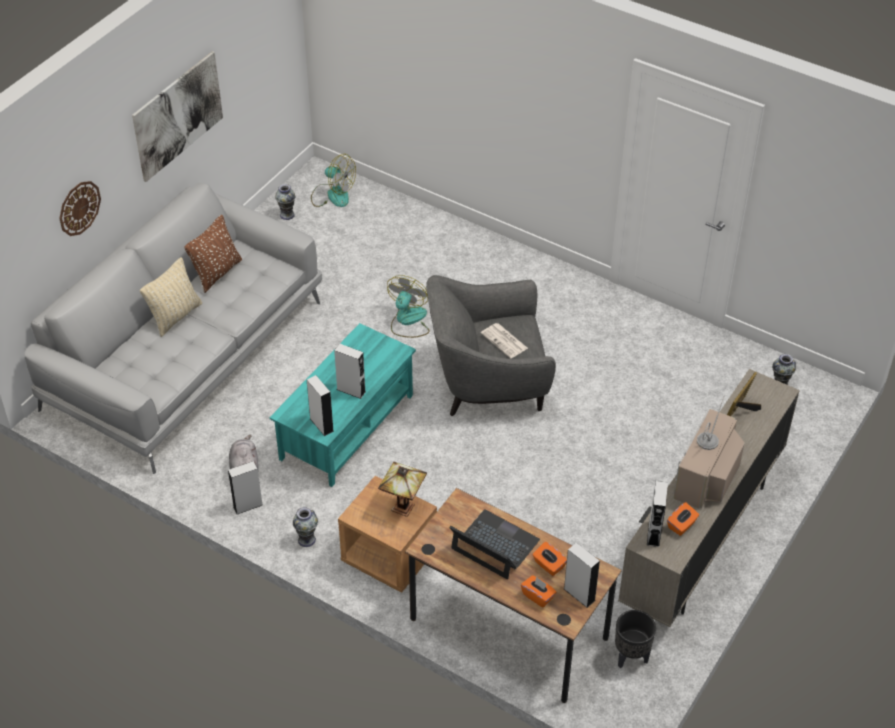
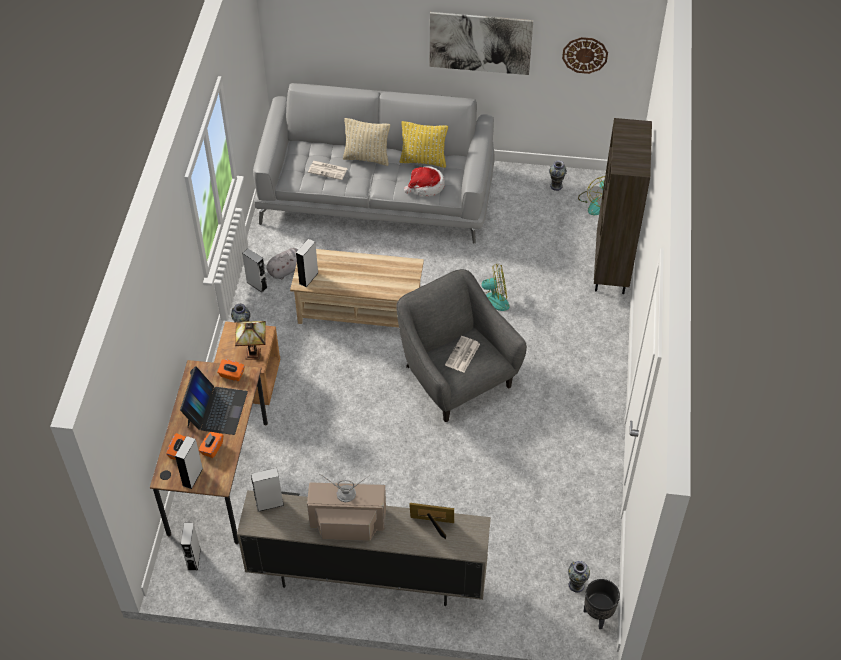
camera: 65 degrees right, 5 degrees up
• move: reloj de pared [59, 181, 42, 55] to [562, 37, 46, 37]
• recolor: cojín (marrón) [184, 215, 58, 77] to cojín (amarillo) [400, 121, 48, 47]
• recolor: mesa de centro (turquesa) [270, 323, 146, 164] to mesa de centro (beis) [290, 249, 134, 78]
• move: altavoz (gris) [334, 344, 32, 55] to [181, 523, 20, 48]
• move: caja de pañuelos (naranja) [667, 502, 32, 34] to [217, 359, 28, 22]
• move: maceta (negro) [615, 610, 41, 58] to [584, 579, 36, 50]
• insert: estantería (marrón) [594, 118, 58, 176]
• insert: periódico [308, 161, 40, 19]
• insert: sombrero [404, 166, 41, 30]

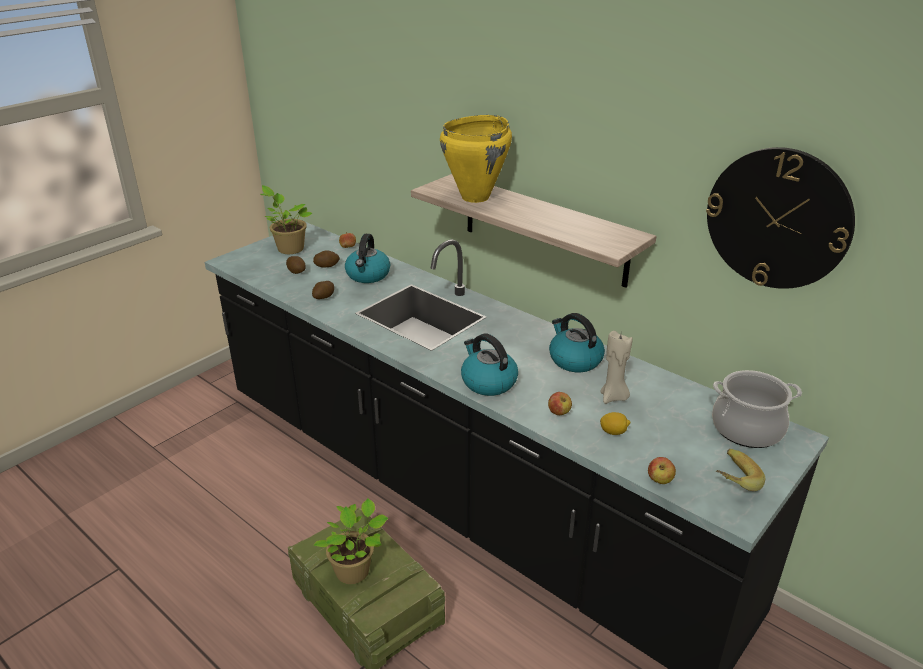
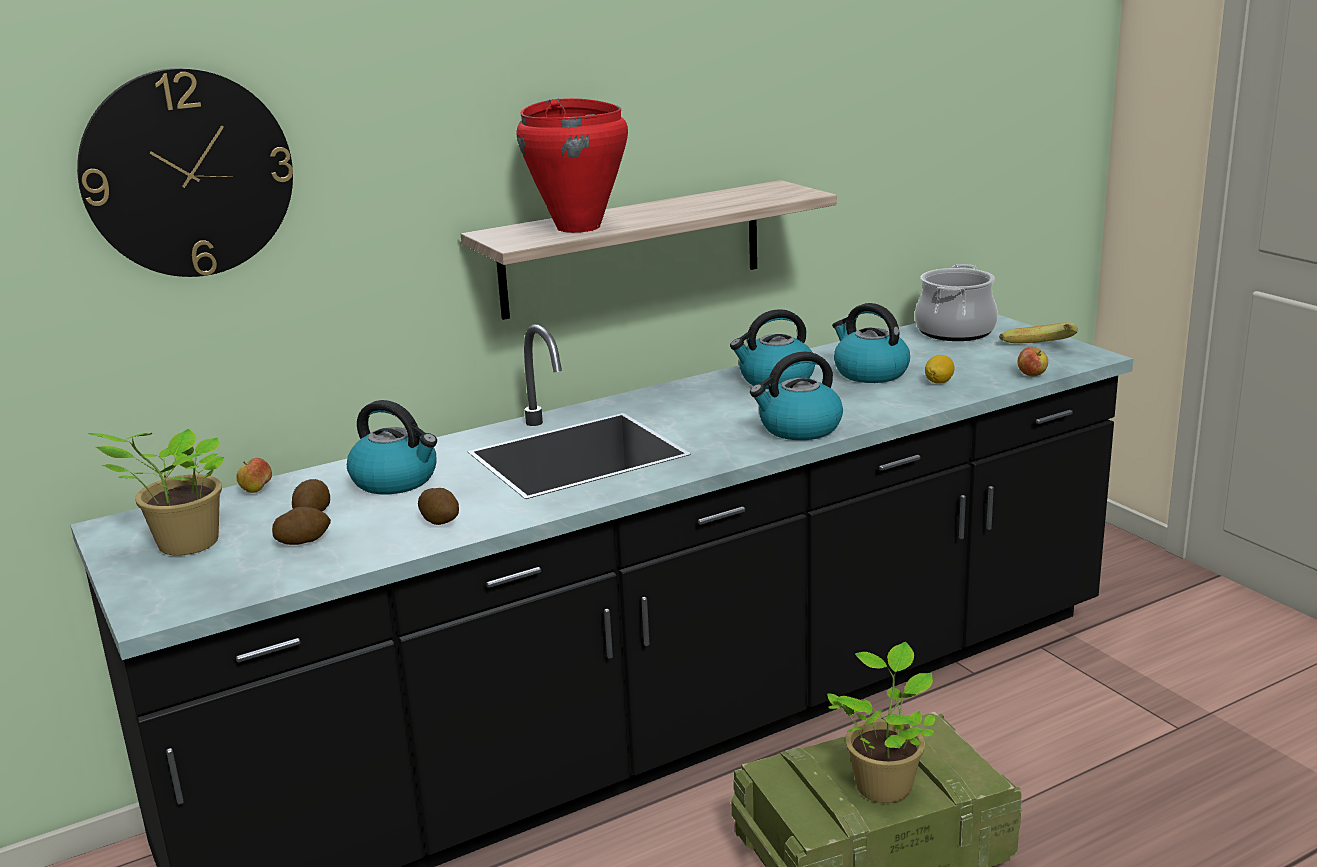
camera: 70 degrees left, 10 degrees down
• recolor: olla (amarillo) [440, 115, 72, 88] to olla (rojo) [516, 98, 112, 135]
• move: reloj de pared [706, 147, 149, 142] to [77, 68, 216, 209]
• replace: vela (beis) [600, 331, 32, 73] to hervidor [832, 303, 78, 80]
• delete: manzana [548, 392, 24, 23]

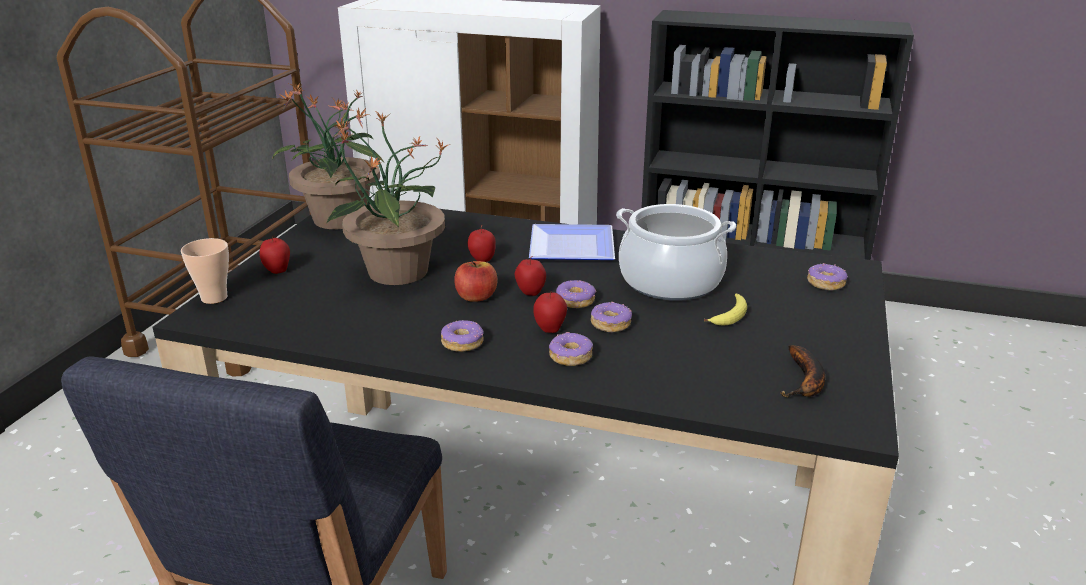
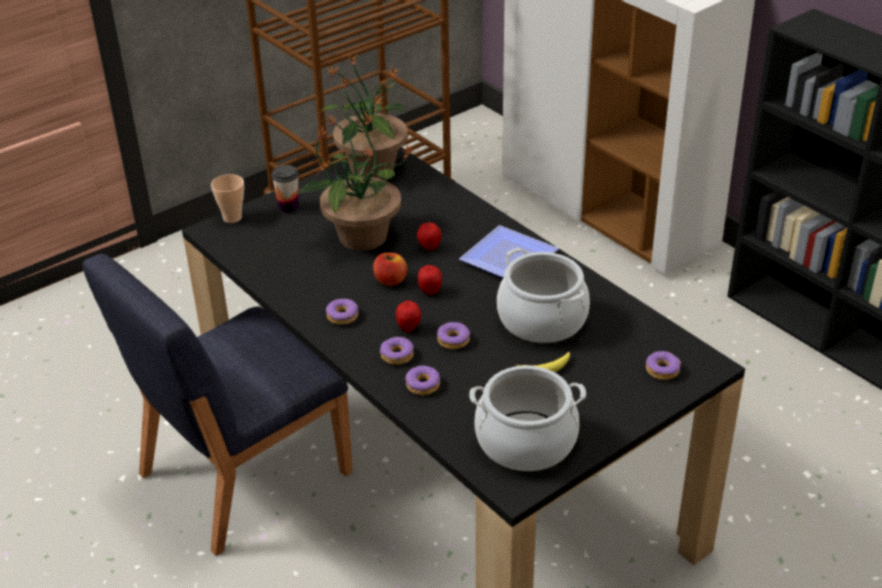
camera: 35 degrees right, 10 degrees up
• replace: manzana [259, 236, 31, 38] to taza [271, 165, 28, 48]
• move: rosquilla [556, 280, 40, 28] to [405, 366, 35, 29]
• replace: plátano [780, 345, 45, 53] to olla [469, 365, 117, 107]

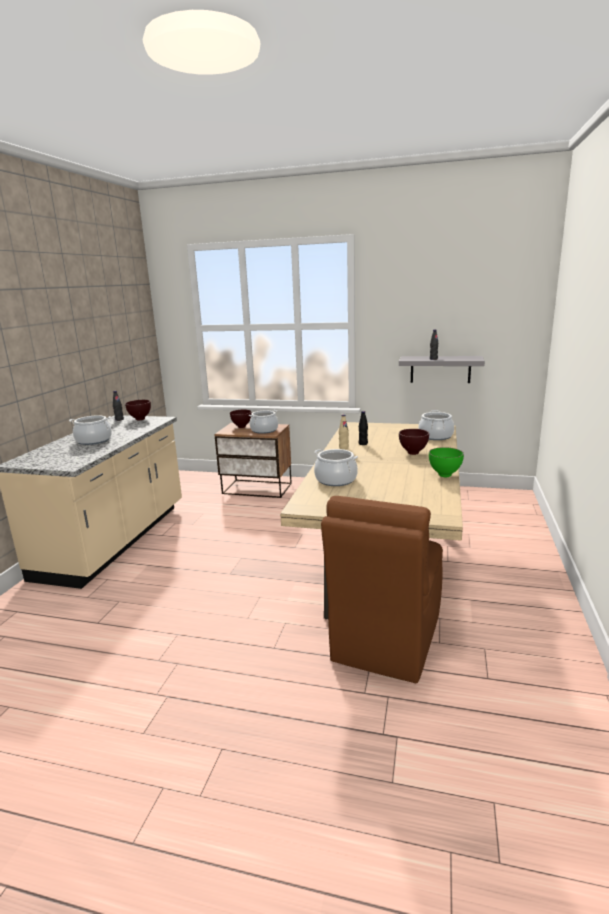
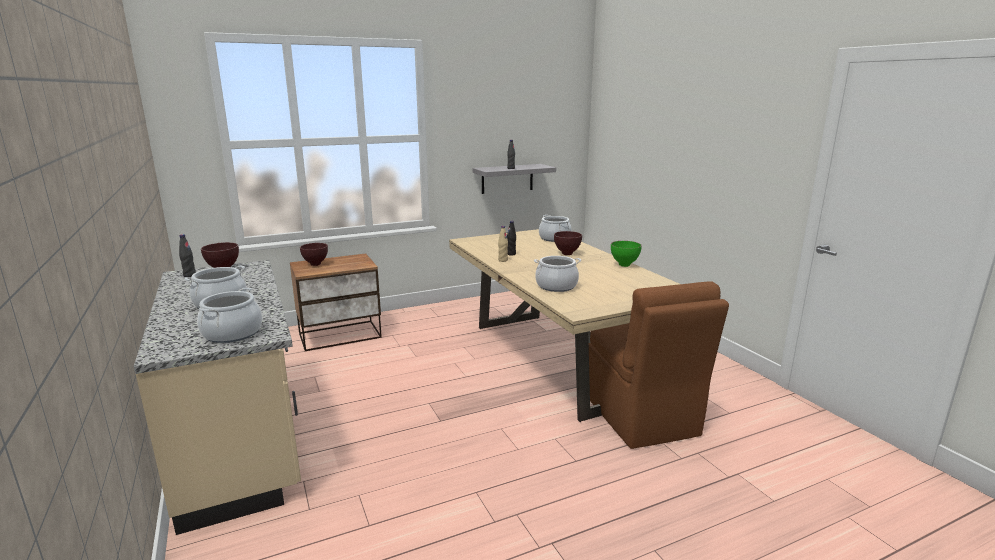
camera: 40 degrees left, 0 degrees up
• move: olla [249, 410, 29, 24] to [197, 288, 65, 55]

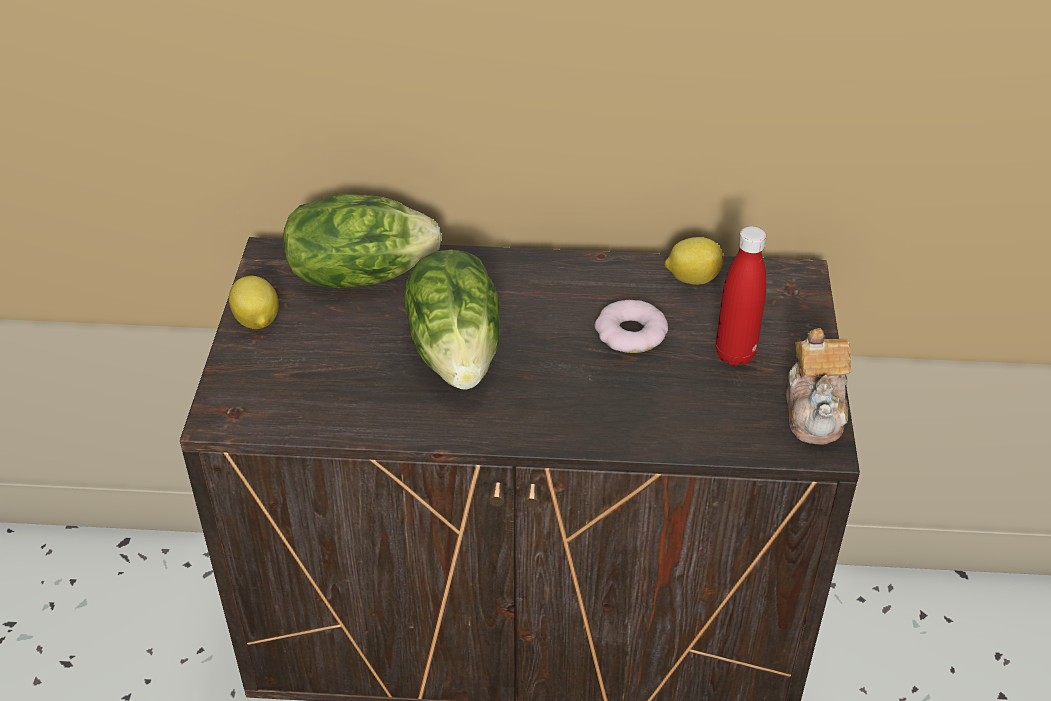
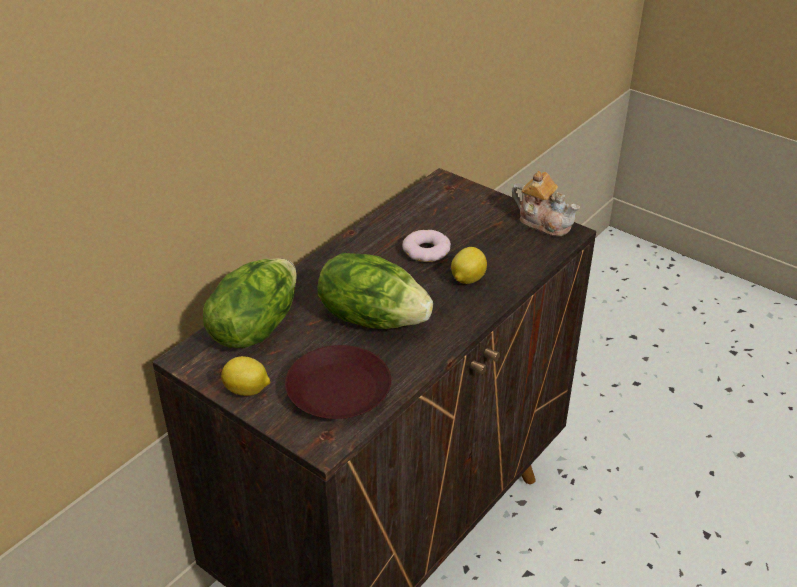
camera: 55 degrees left, 5 degrees down
• delete: botella (rojo) [716, 226, 51, 140]
• move: limón [664, 237, 59, 48] to [451, 247, 36, 37]
• insert: plato (marrón) [285, 345, 106, 74]

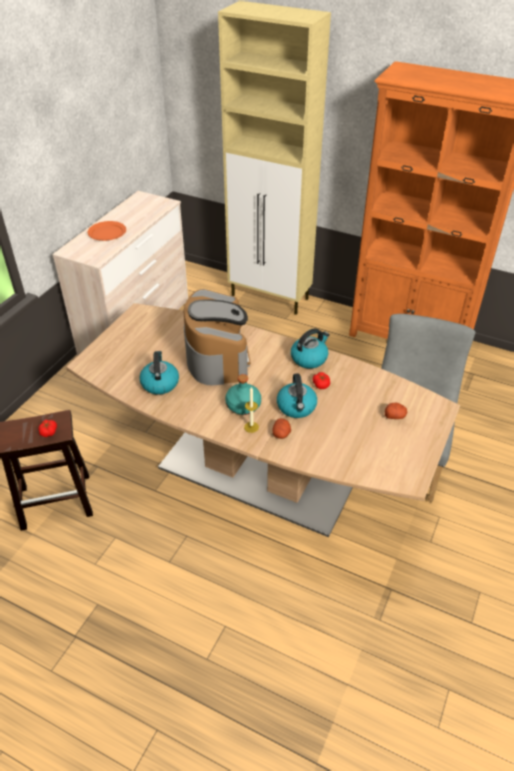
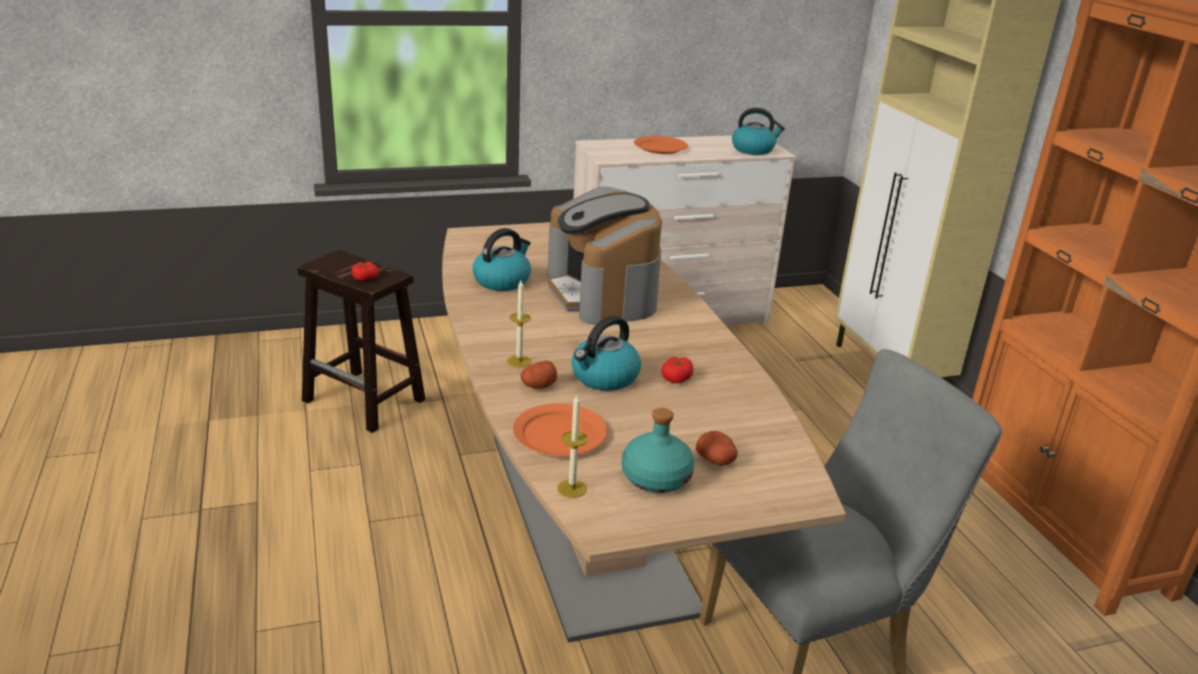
camera: 45 degrees right, 15 degrees down
• rotate: cafetera [183, 289, 68, 96] = [548, 187, 114, 138] 120 degrees clockwise
• move: hervidor [291, 328, 39, 40] to [732, 108, 53, 47]
• move: botella (turquesa) [225, 374, 36, 41] to [622, 408, 73, 85]
• insert: vela [557, 395, 31, 103]
• insert: plato (naranja) [513, 403, 94, 53]

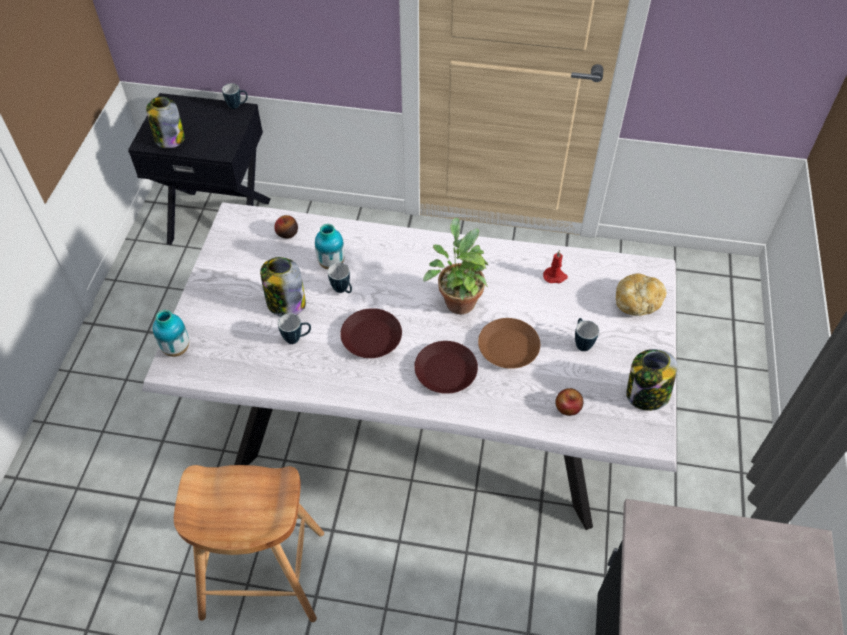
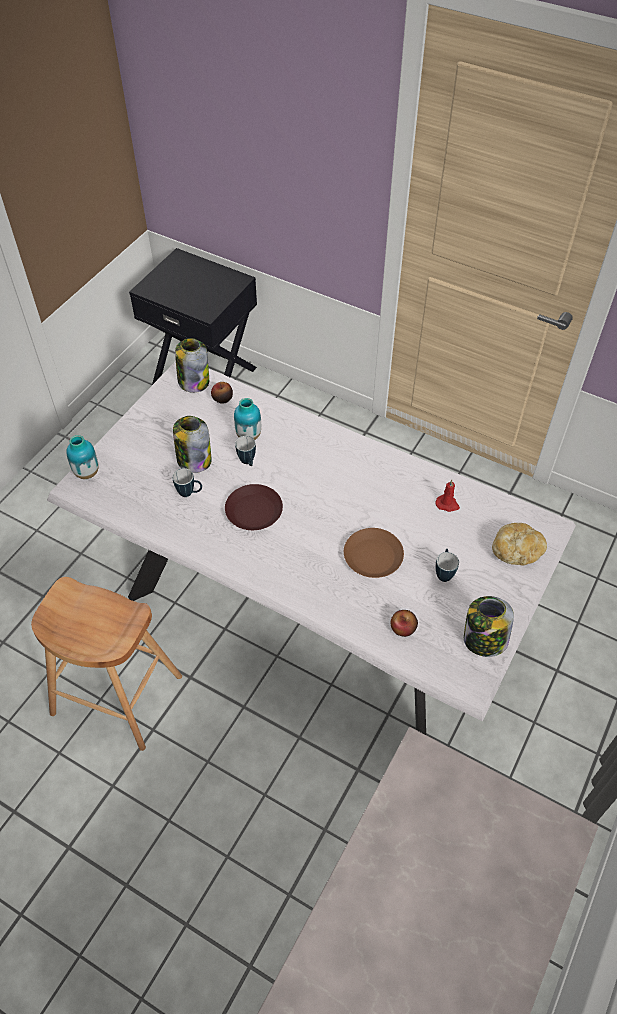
camera: 20 degrees right, 0 degrees up
• delete: taza grande [222, 83, 26, 26]
• move: tarro [146, 97, 39, 51] to [175, 338, 34, 55]
• delete: planta en maceta [423, 218, 65, 96]
• delete: plato (marrón) [414, 341, 64, 53]

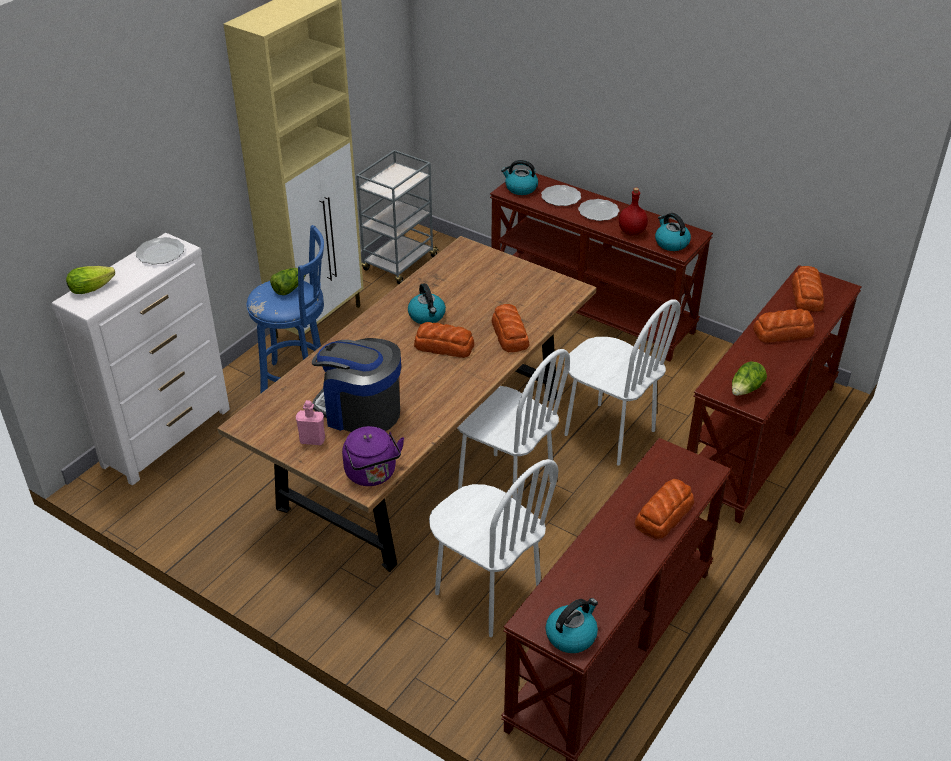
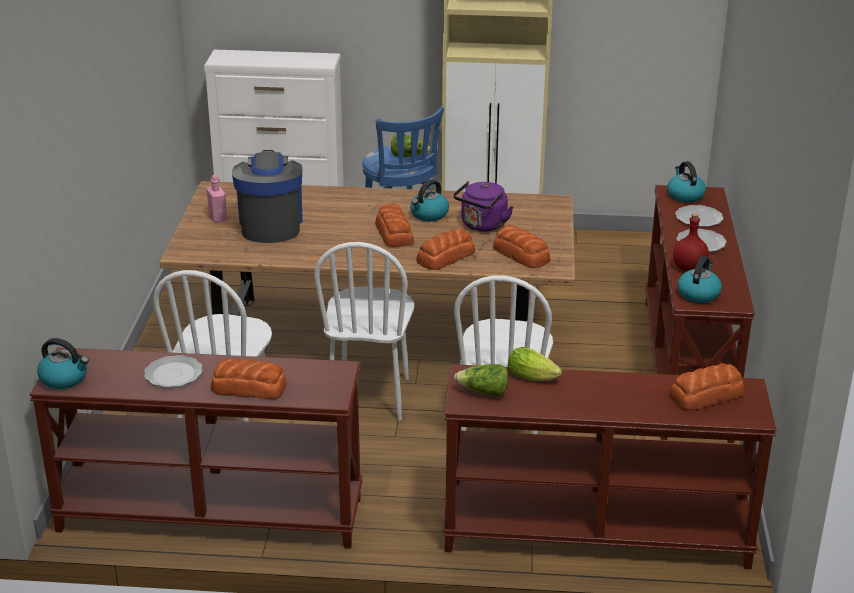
camera: 60 degrees right, 10 degrees down
• delete: carrito (gris) [356, 150, 83, 134]
• move: plato [136, 237, 48, 28] to [144, 355, 59, 33]
• move: lechuga [66, 266, 49, 28] to [507, 347, 55, 34]
• move: pan [753, 309, 61, 34] to [493, 225, 57, 43]
• move: hervidor (morado) [342, 426, 62, 60] to [453, 181, 60, 51]

